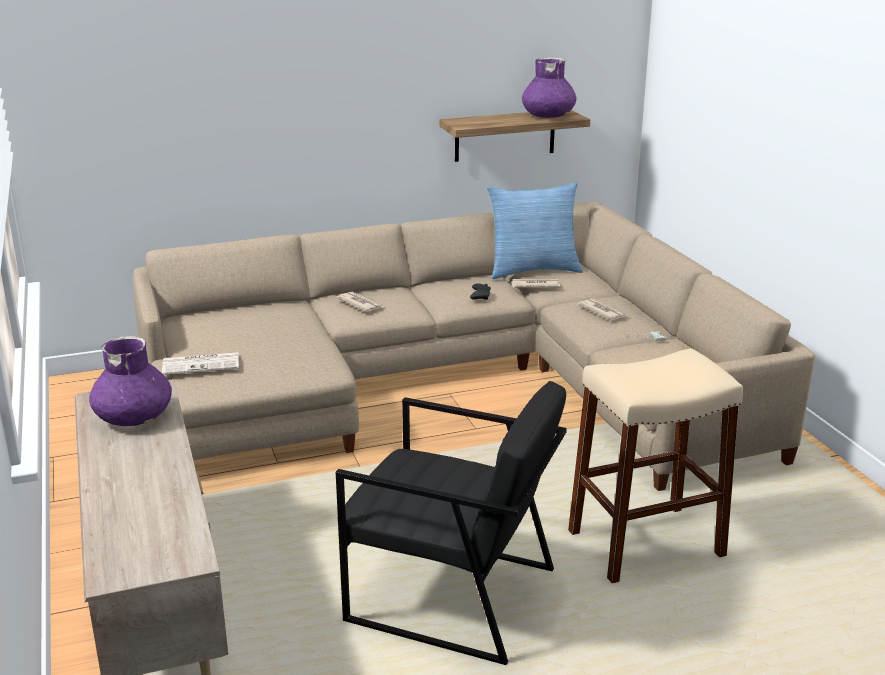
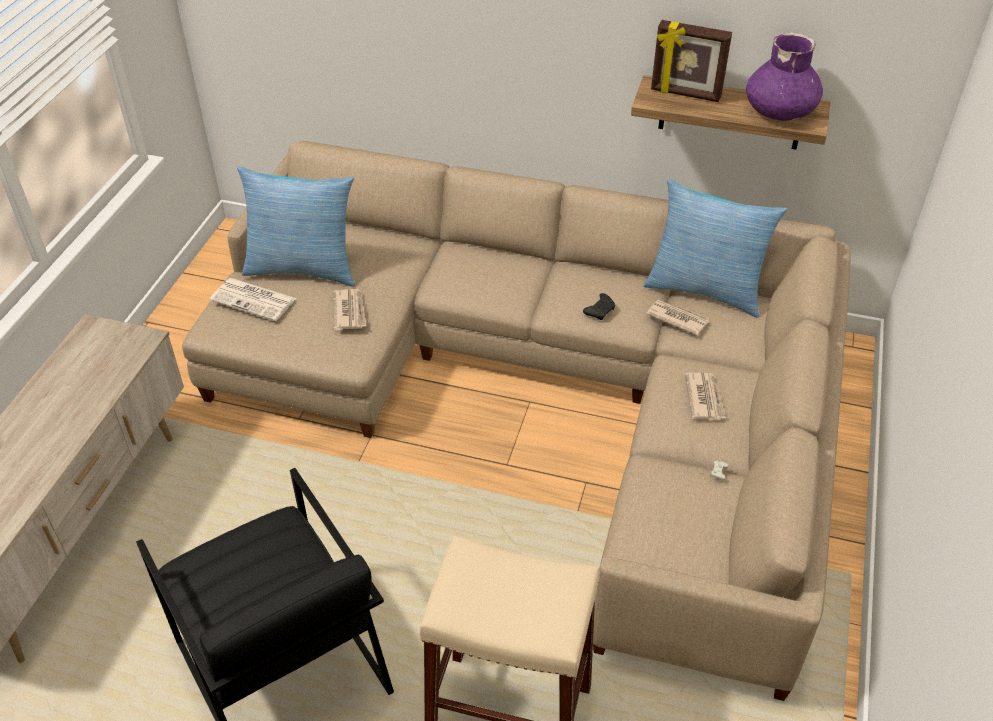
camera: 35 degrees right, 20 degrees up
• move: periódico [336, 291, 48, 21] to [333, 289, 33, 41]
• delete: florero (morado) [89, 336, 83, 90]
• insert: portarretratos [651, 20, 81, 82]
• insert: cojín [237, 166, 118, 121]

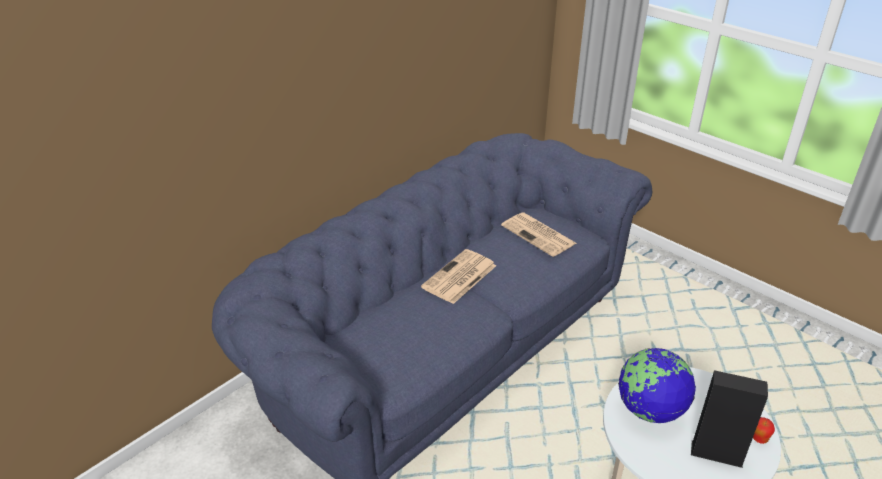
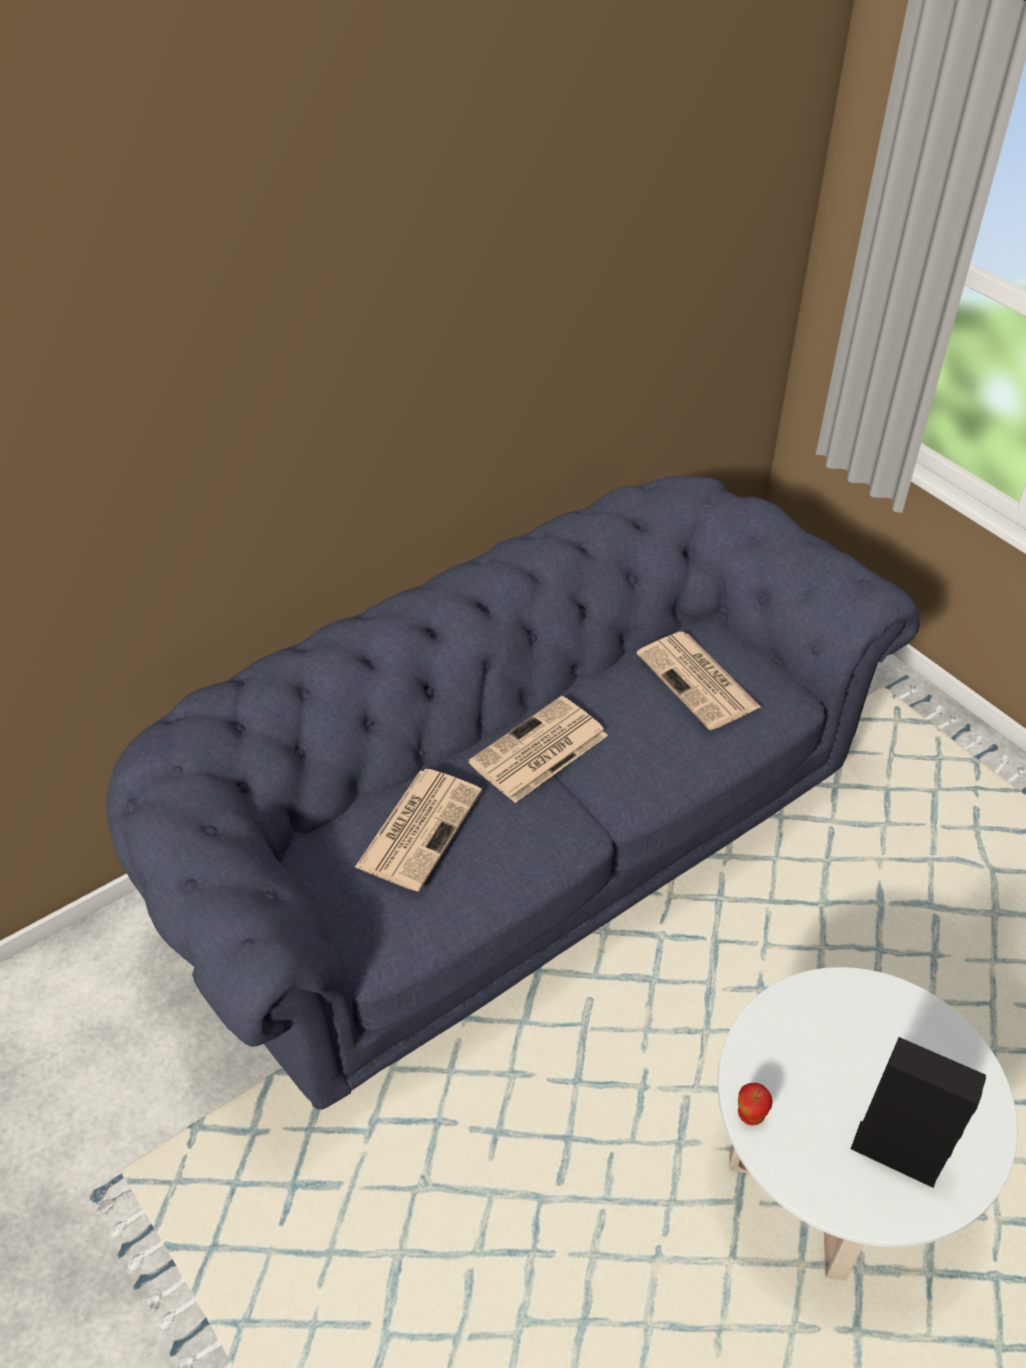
camera: 10 degrees right, 10 degrees up
• delete: globo terráqueo [618, 348, 78, 75]
• move: manzana [753, 417, 22, 27] to [738, 1083, 35, 43]
• insert: periódico [355, 769, 127, 122]

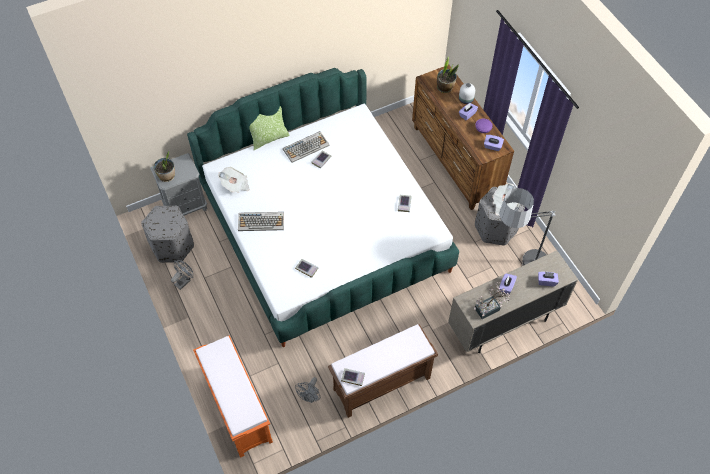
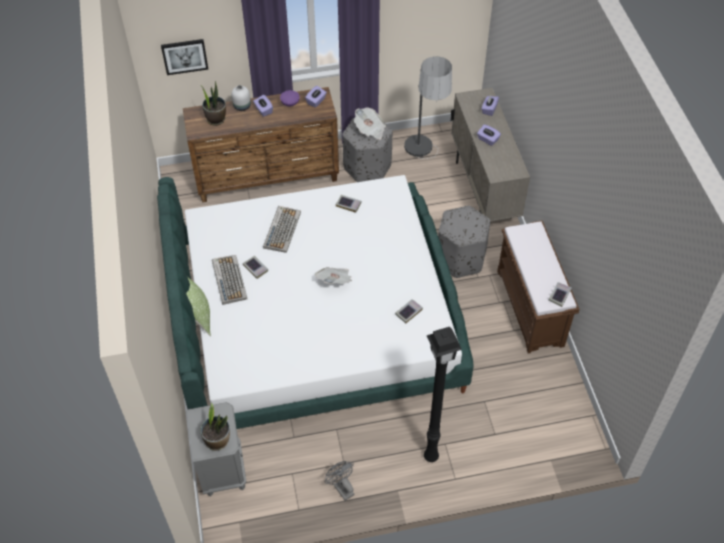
camera: 75 degrees left, 5 degrees down
• move: periódico [218, 167, 32, 26] to [315, 267, 37, 17]
• move: puf (gris) [141, 206, 53, 57] to [438, 205, 52, 73]
• move: teclado [238, 212, 46, 19] to [263, 206, 38, 47]
• delete: planta en maceta [474, 282, 36, 37]
• delete: banco (naranja) [193, 335, 80, 123]
• delete: ventilador (gris) [295, 377, 25, 26]
• insert: cuadro [161, 39, 47, 36]
• insert: lámpara de pie (negro) [424, 327, 38, 135]

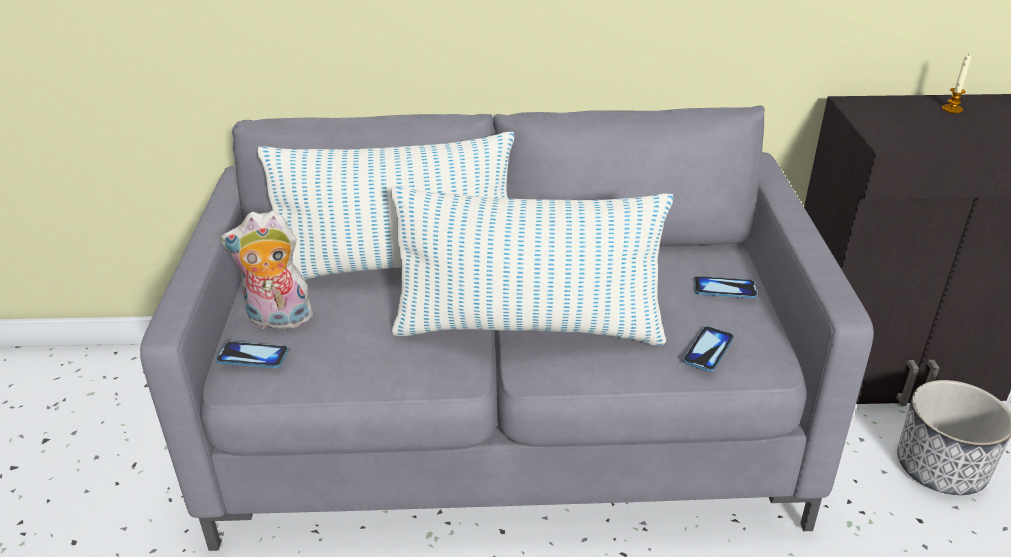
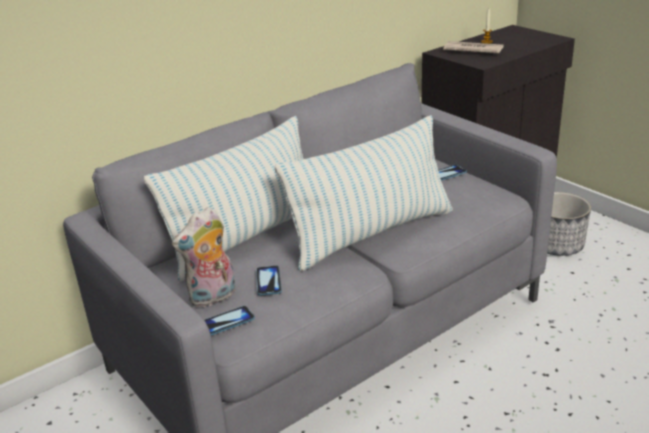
camera: 35 degrees left, 5 degrees down
• move: móvil [683, 326, 51, 46] to [256, 265, 26, 31]
• insert: periódico [443, 41, 61, 13]

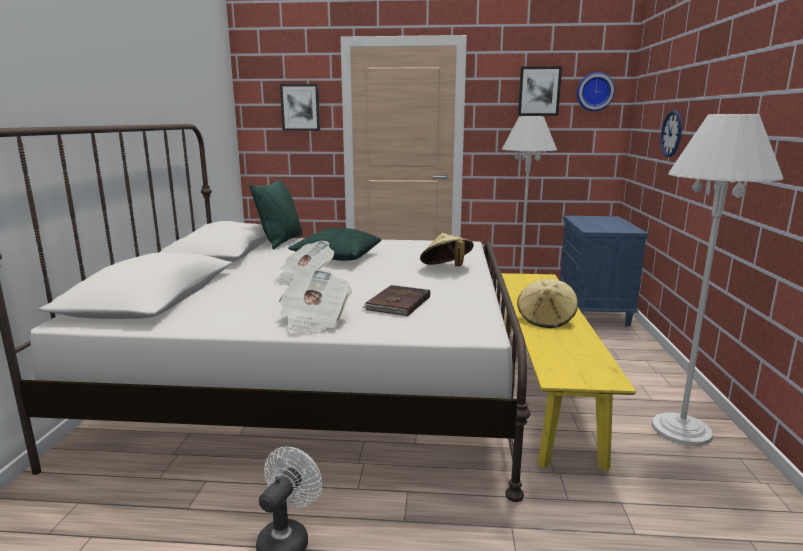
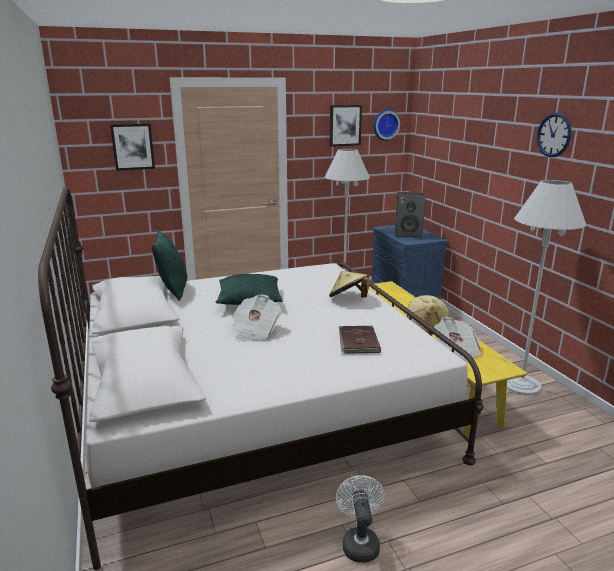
camera: 25 degrees left, 5 degrees up
• move: reloj de pared [661, 110, 21, 47] to [537, 113, 34, 44]
• move: periódico [279, 269, 73, 65] to [434, 317, 48, 46]
• insert: altavoz [395, 192, 31, 45]

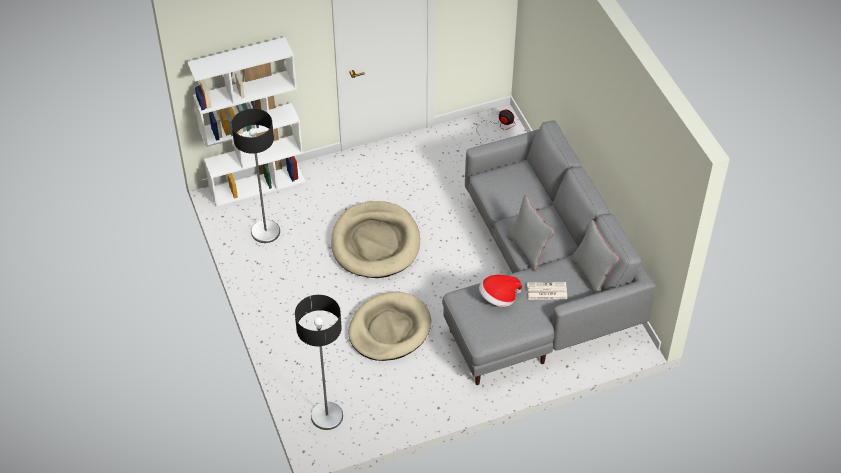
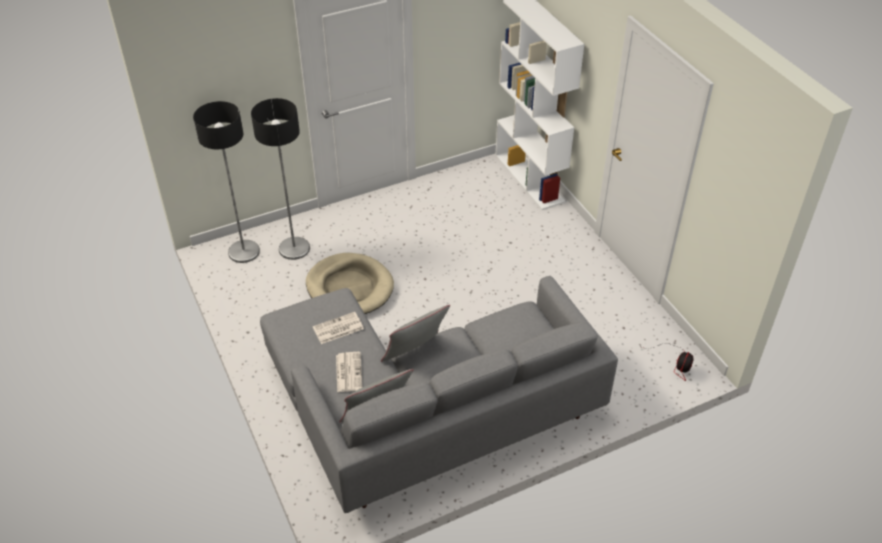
camera: 85 degrees right, 5 degrees down
• move: lámpara de pie [231, 108, 49, 135] to [251, 98, 59, 162]
• delete: cama para perro (beis) [331, 201, 89, 77]
• replace: sombrero [479, 275, 43, 32] to periódico [313, 312, 51, 32]

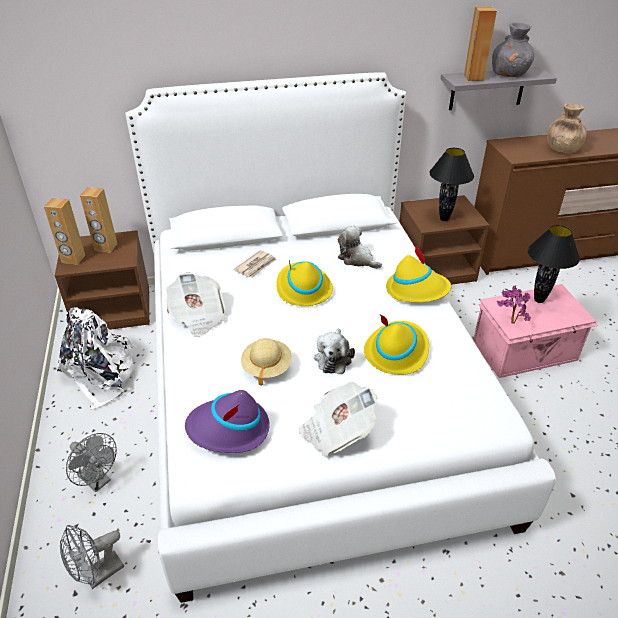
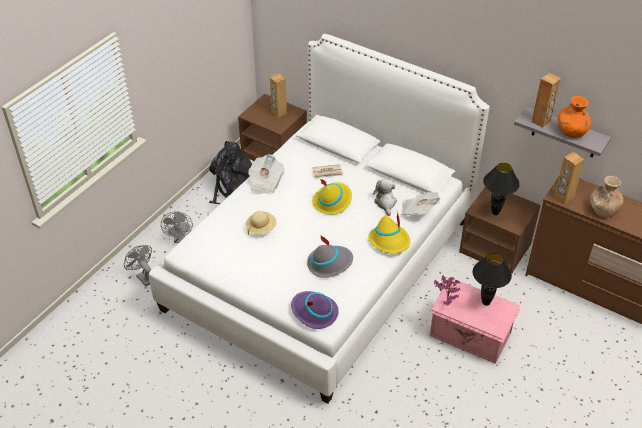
camera: 45 degrees right, 5 degrees up
• recolor: florero (gris) [492, 23, 42, 54] to florero (naranja) [558, 96, 33, 42]
• move: altavoz (marrón) [44, 198, 42, 67] to [554, 152, 30, 52]
• recolor: mochila (blanco) [57, 308, 79, 102] to mochila (negro) [209, 141, 43, 63]
• recolor: sombrero (amarillo) [364, 314, 65, 61] to sombrero (gris) [307, 234, 46, 44]
• delete: peluche [314, 329, 41, 45]
• move: periódico [299, 382, 78, 75] to [401, 192, 39, 24]
• move: sombrero (morado) [185, 390, 85, 63] to [291, 291, 48, 38]
• rotate: ventilador (gris) [60, 525, 64, 64] = [124, 245, 28, 41] 45 degrees clockwise

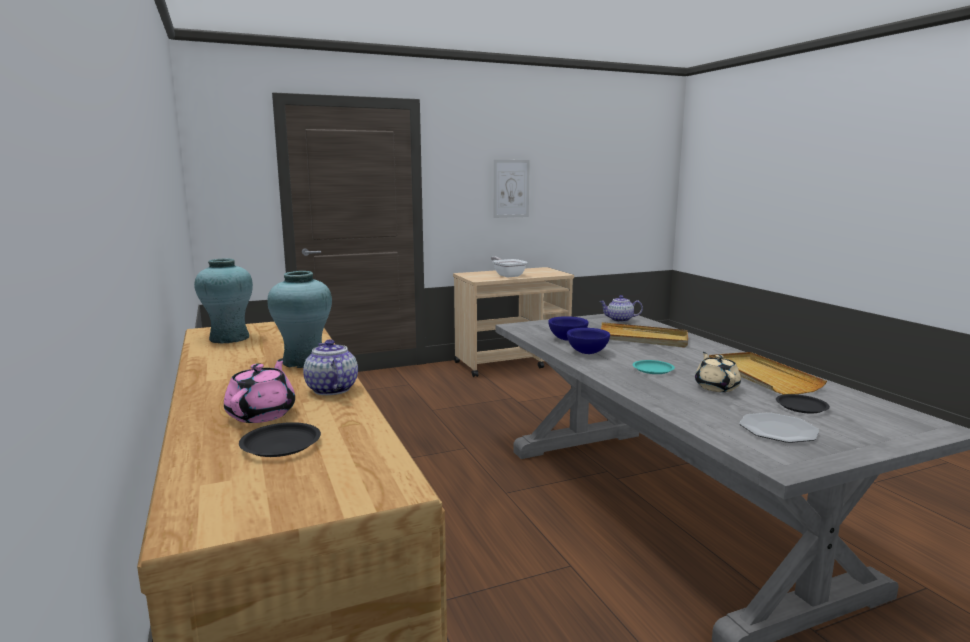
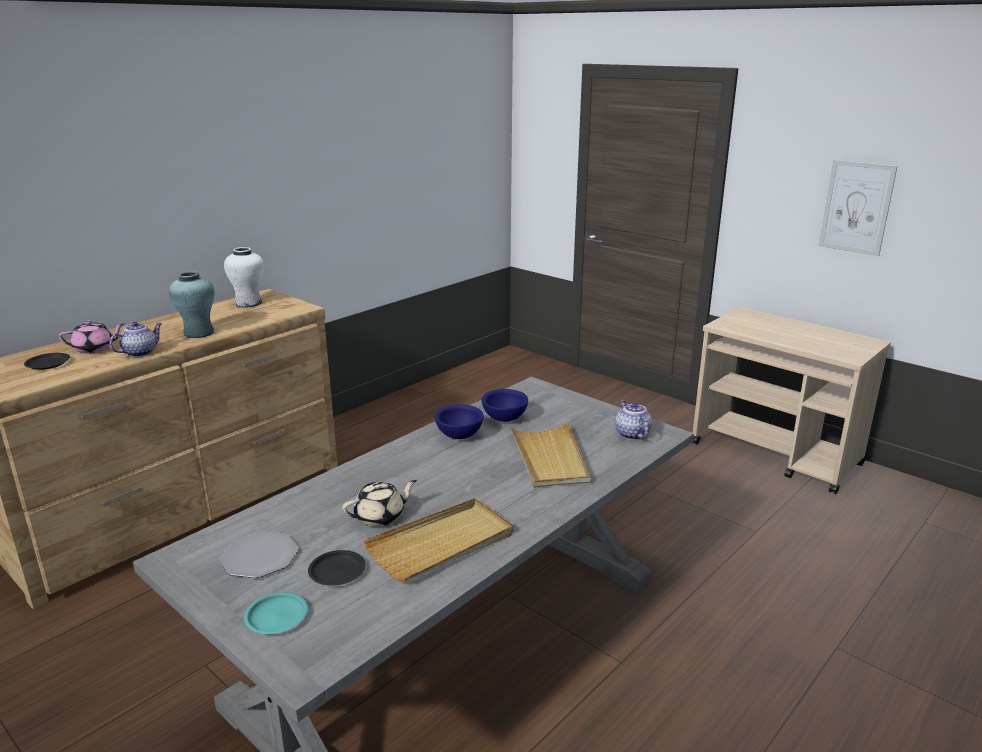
camera: 65 degrees right, 10 degrees up
• delete: sartén [491, 257, 37, 20]
• recolor: florero (turquesa) [194, 259, 59, 85] to florero (blanco) [224, 247, 40, 61]
• move: plato (turquesa) [632, 360, 43, 14] to [244, 592, 64, 42]

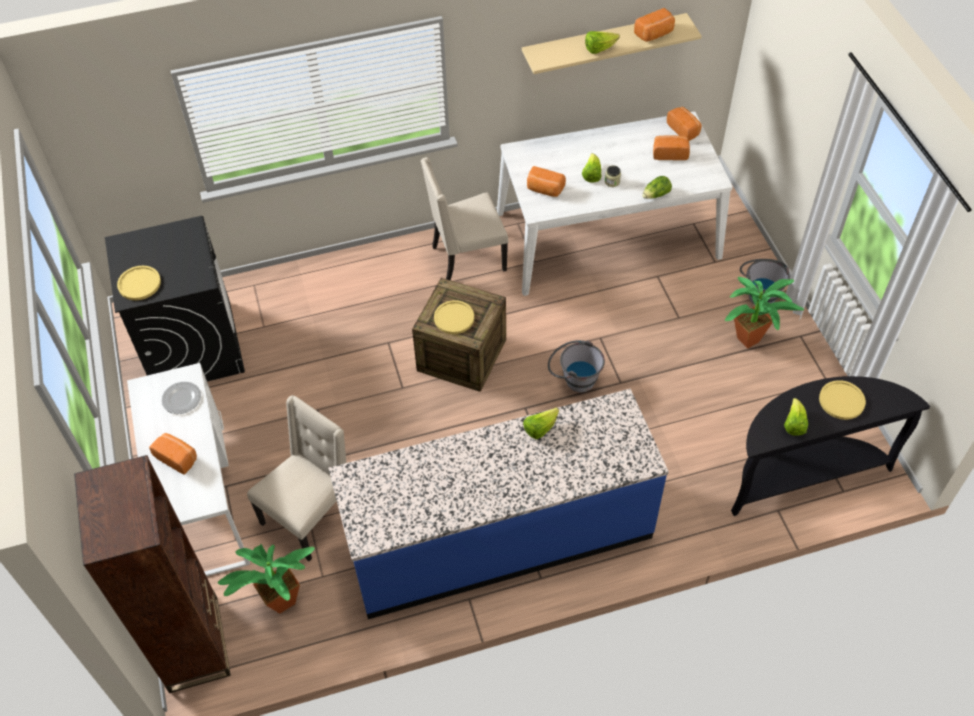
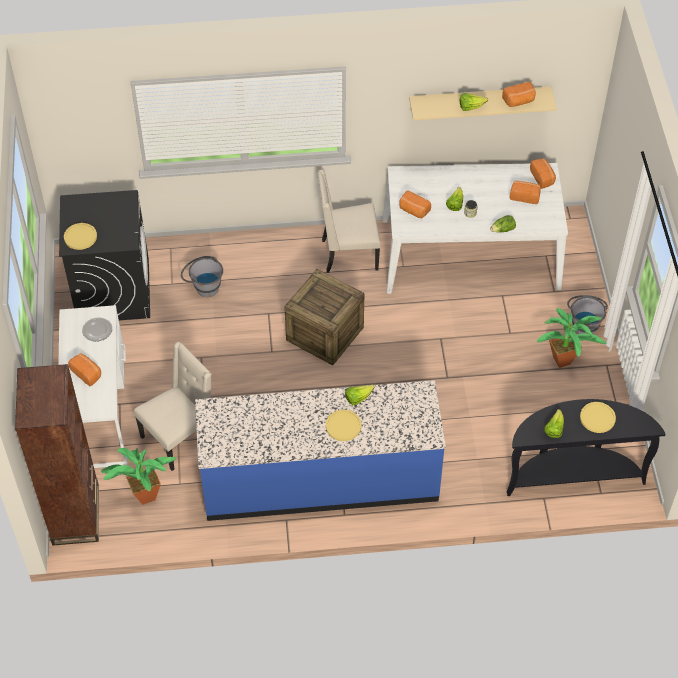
camera: 10 degrees right, 0 degrees up
• move: plato (amarillo) [434, 300, 40, 34] to [326, 410, 35, 31]
• move: cubo (gris) [548, 340, 57, 53] to [181, 256, 42, 41]

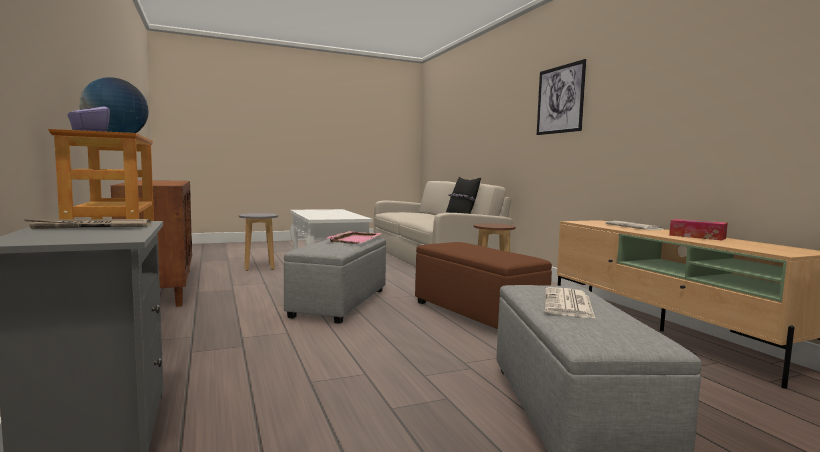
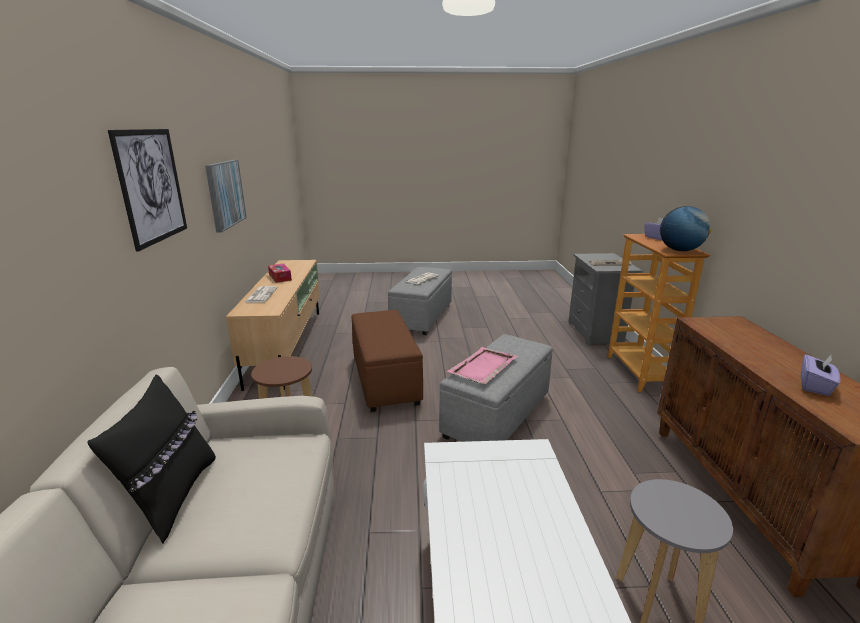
camera: 160 degrees left, 15 degrees up
• insert: cuadro [205, 160, 42, 73]
• insert: caja de pañuelos (morado) [801, 354, 40, 42]

